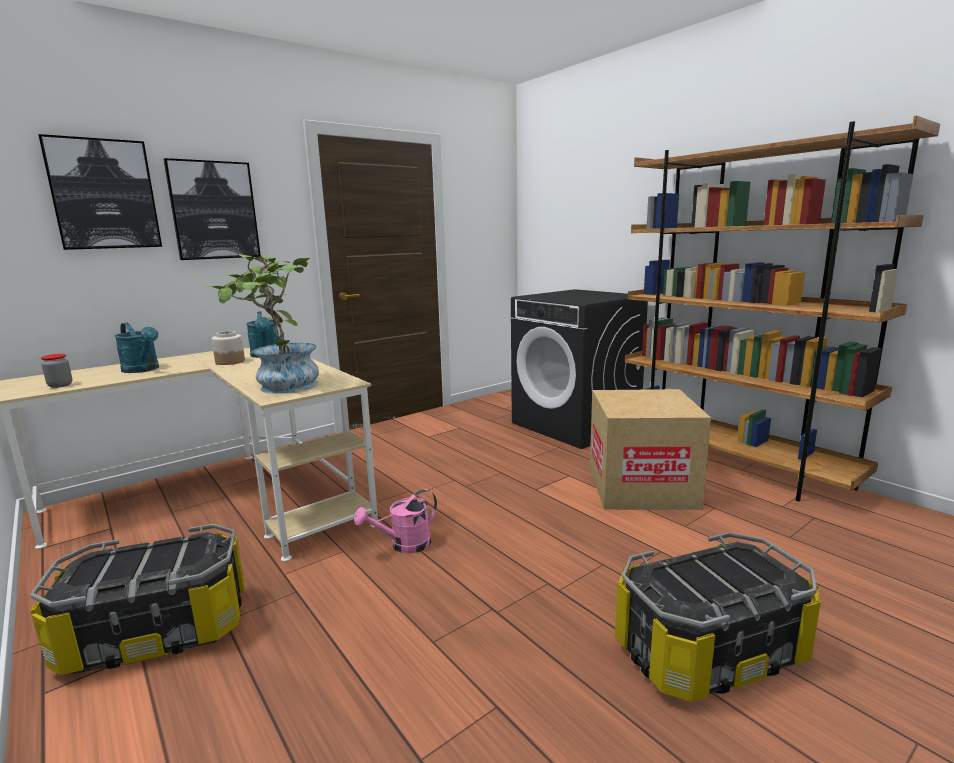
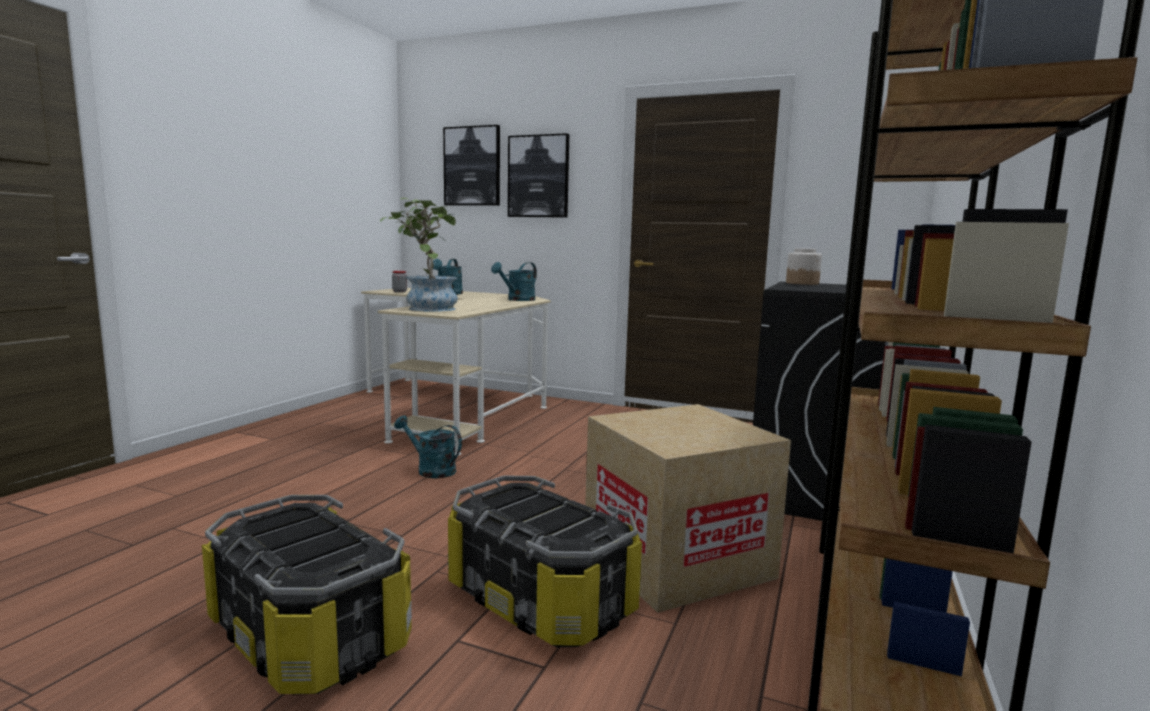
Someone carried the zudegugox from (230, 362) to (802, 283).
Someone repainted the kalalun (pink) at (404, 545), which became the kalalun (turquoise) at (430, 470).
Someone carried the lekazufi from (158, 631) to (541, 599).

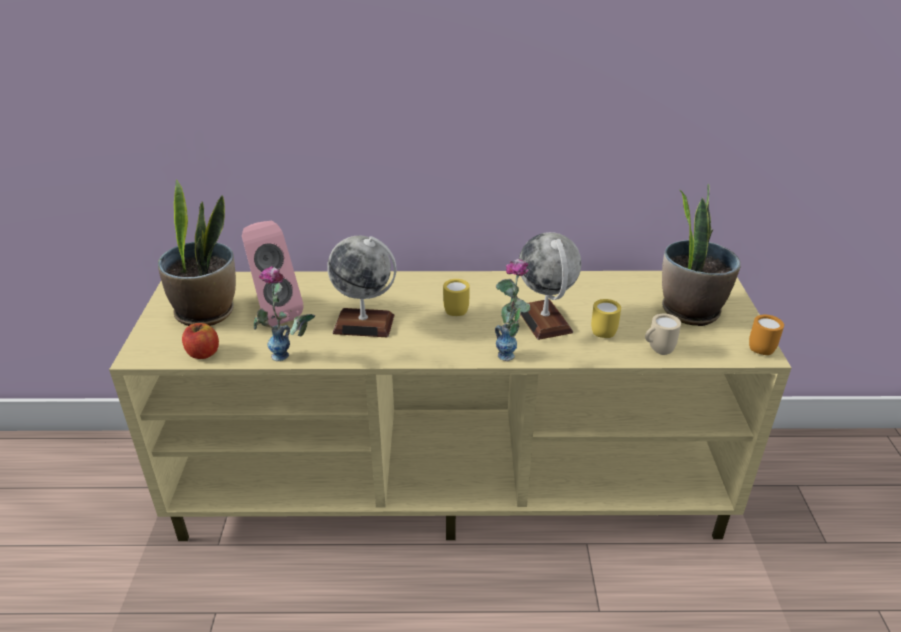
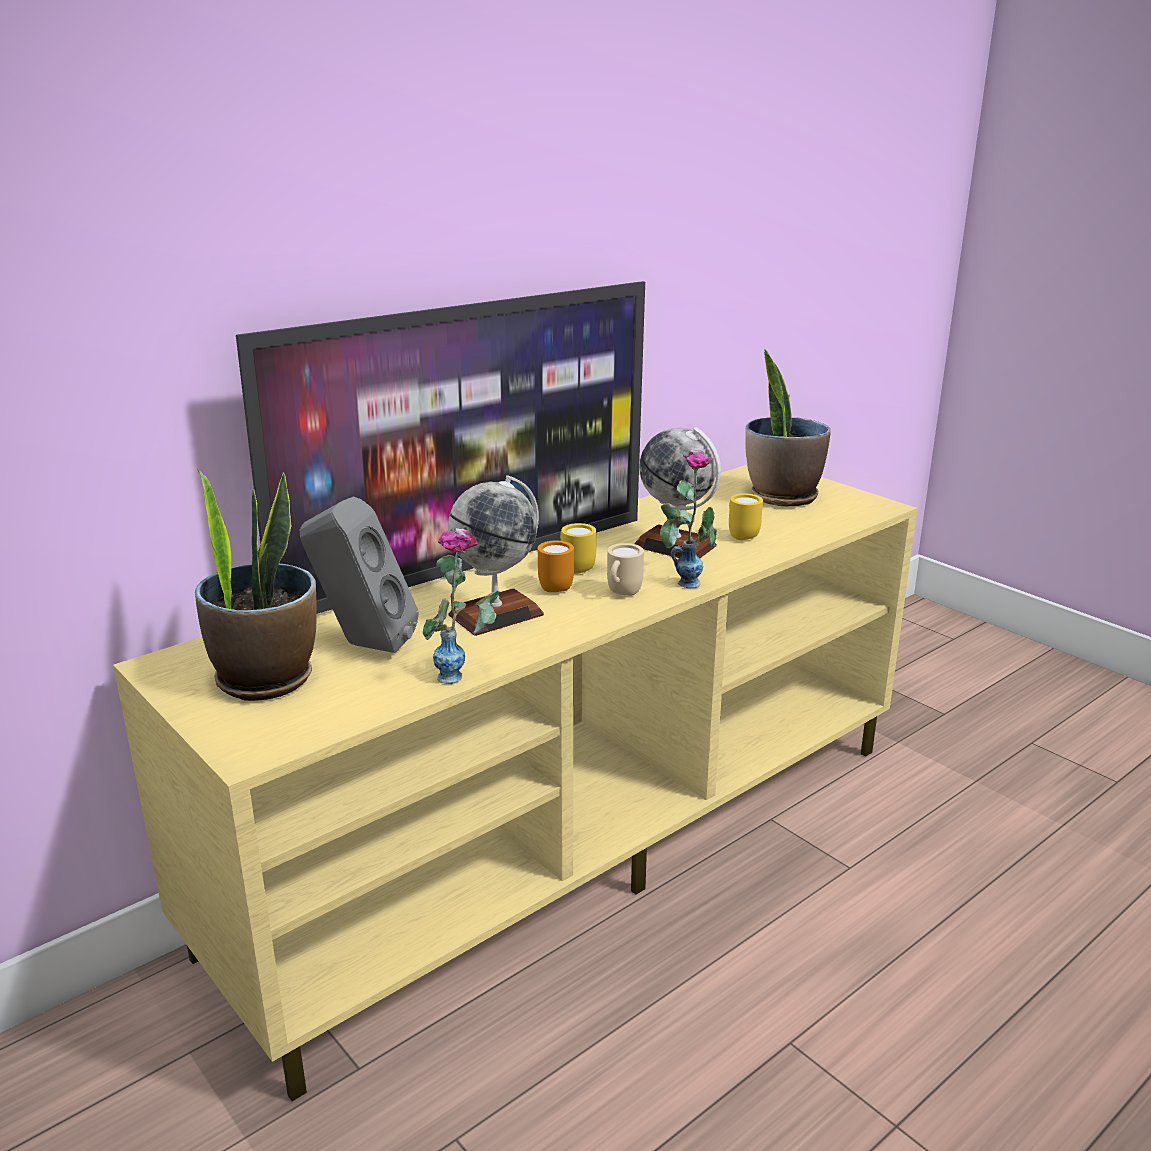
Someone repainted the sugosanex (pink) at (273, 312), which became the sugosanex (grey) at (362, 645).
Someone carried the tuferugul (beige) from (657, 350) to (622, 594).
Someone carried the tuferugul (orange) from (761, 348) to (554, 587).
Someone took away the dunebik at (203, 353).
Someone put down the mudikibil at (470, 566).

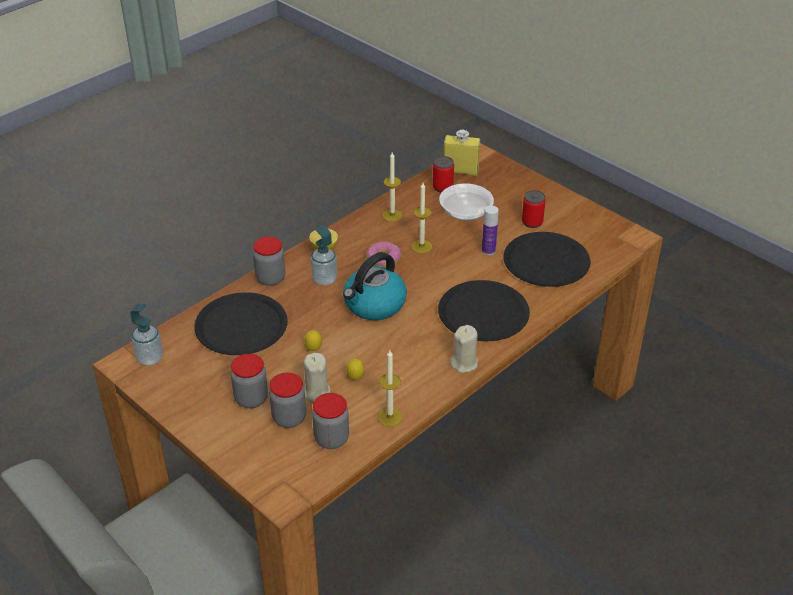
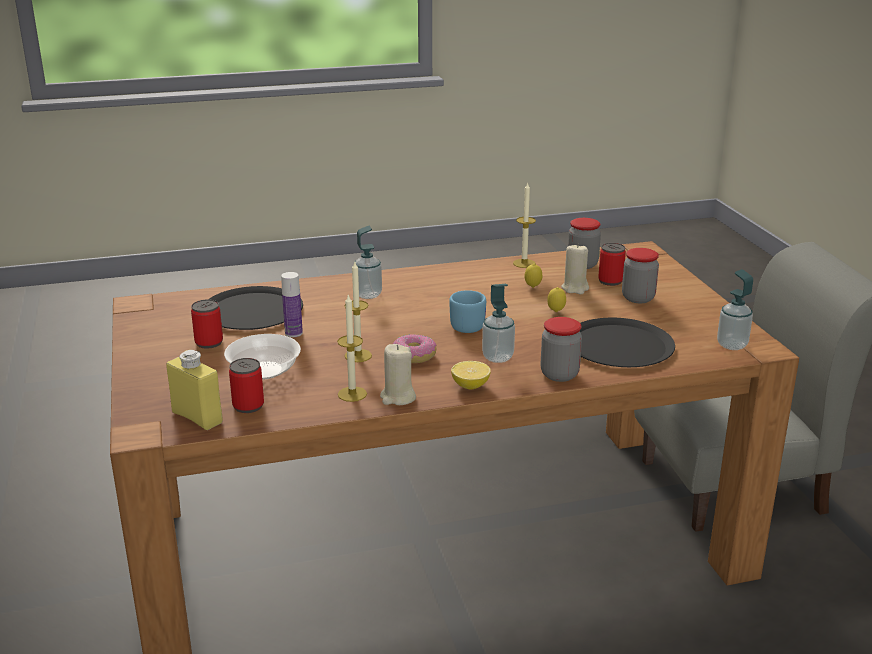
Someone swapped the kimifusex at (374, 305) for the tuferugul (blue) at (465, 325).
Someone swapped the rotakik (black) at (483, 312) for the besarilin at (368, 295).
Someone carried the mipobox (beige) from (464, 363) to (398, 397).
Someone swapped the zudegugox at (289, 418) for the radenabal at (610, 281).

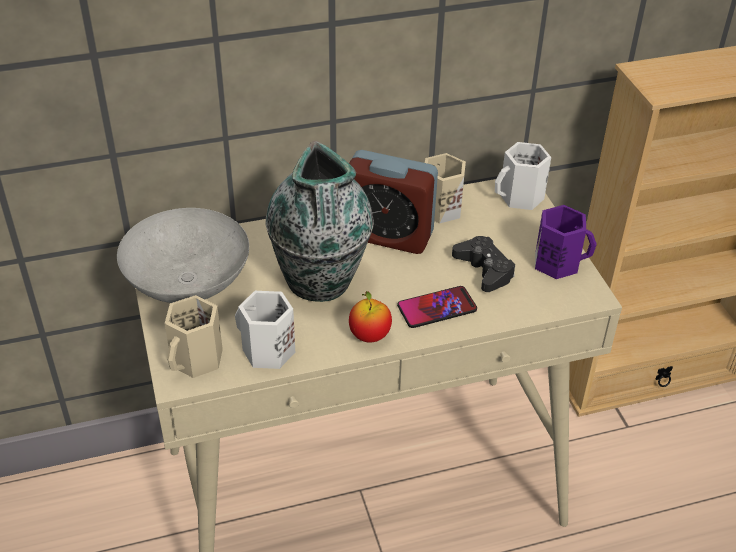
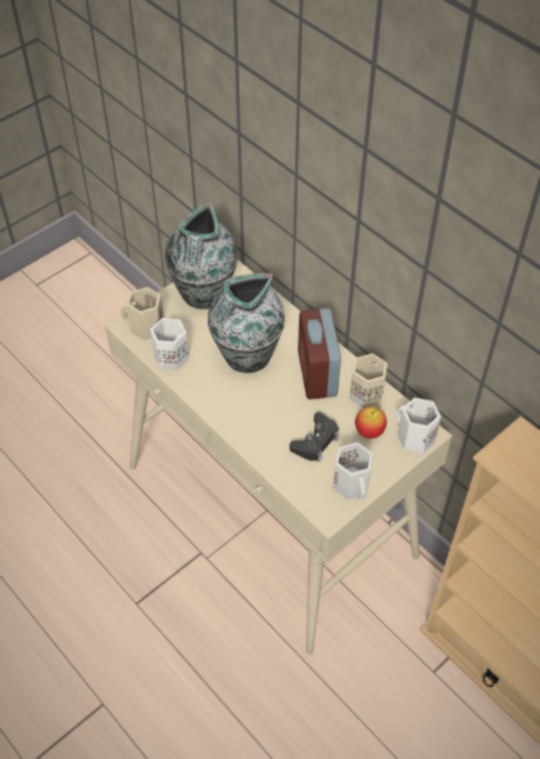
Someone repainted the tuferugul (purple) at (558, 262), which became the tuferugul (white) at (353, 484).
Someone swapped the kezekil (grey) at (187, 286) for the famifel at (203, 295).
Someone took away the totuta at (437, 308).
Someone carried the dunebik from (369, 336) to (369, 431).

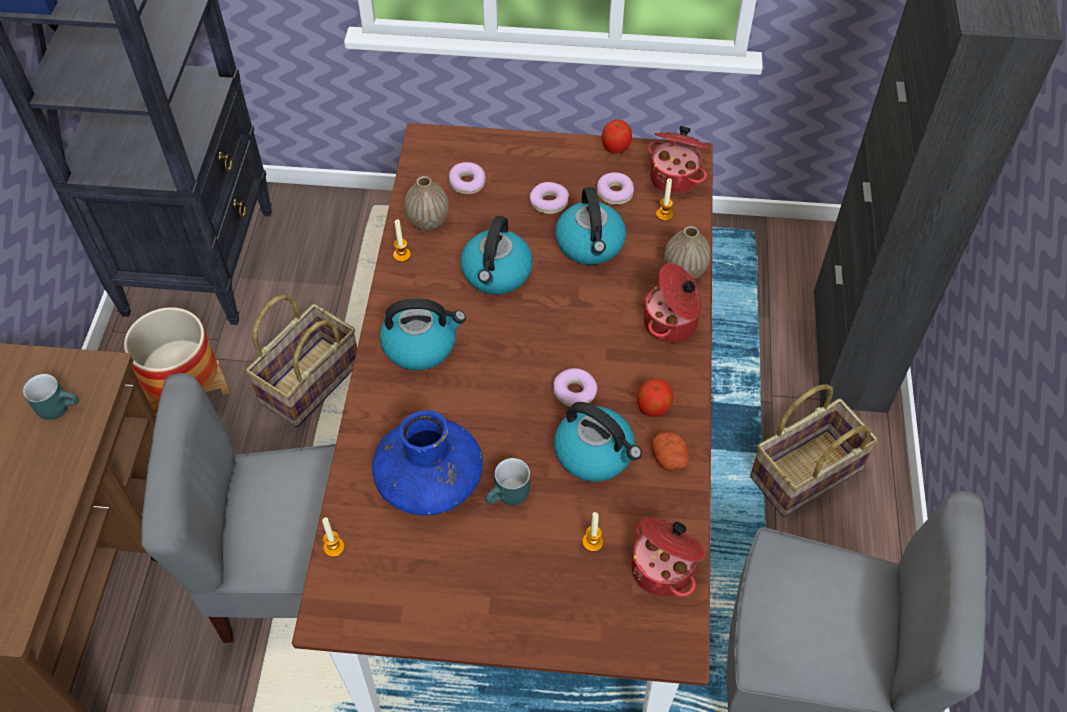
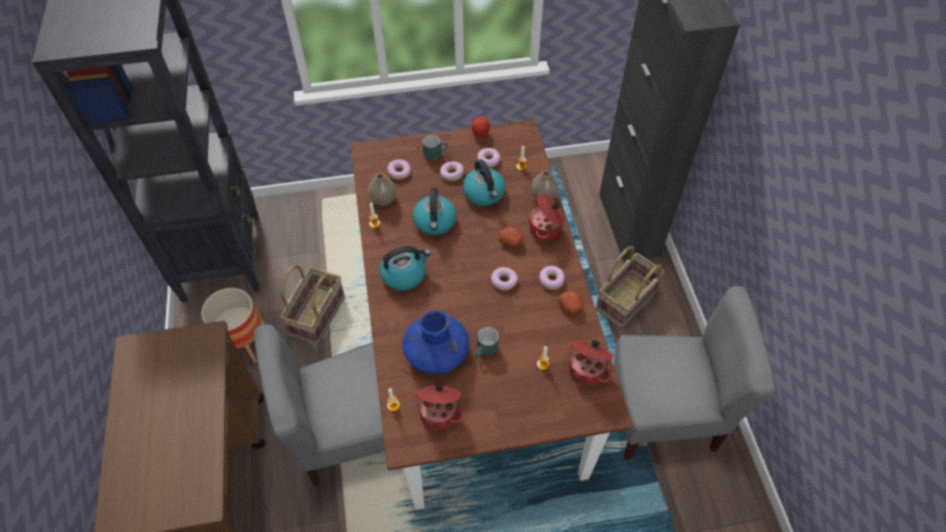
Someone carried the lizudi from (675, 177) to (439, 412).
Someone carried the tuferugul (turquoise) from (59, 406) to (434, 153).
Someone swapped the dunebik at (653, 408) for the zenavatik at (551, 280).
Someone took away the kimifusex at (595, 453).
Someone put down the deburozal at (511, 241).

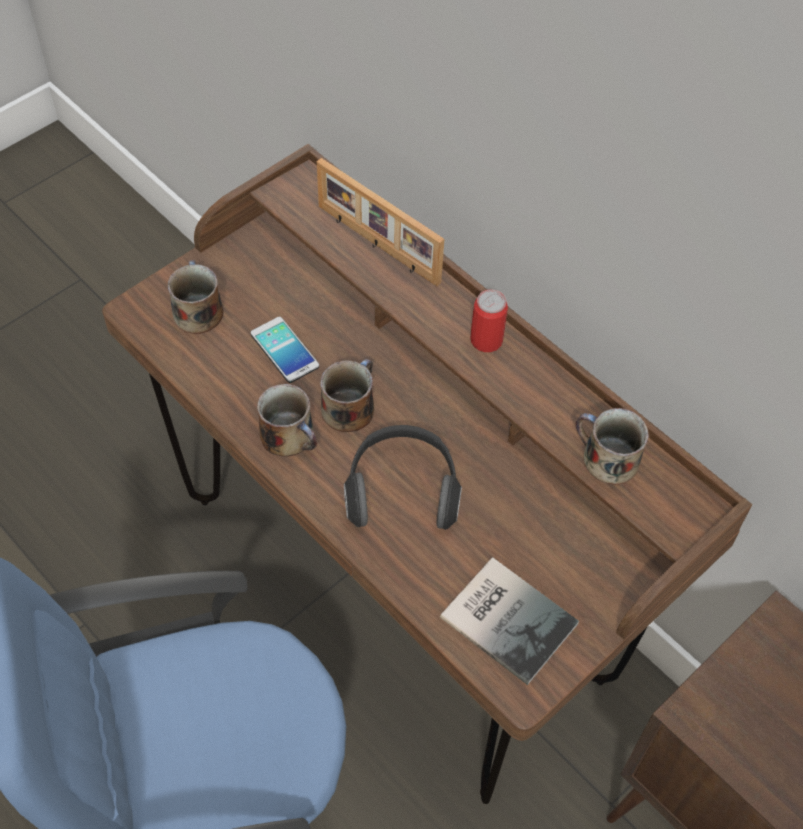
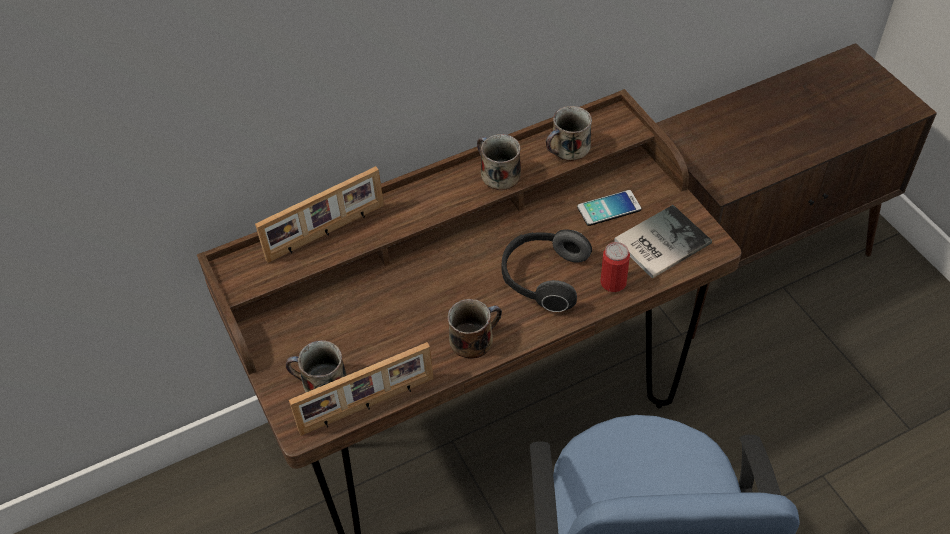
Someone carried the radenabal from (486, 340) to (613, 282).
Someone carried the totuta from (284, 350) to (609, 208).
Someone carried the tuferugul from (349, 407) to (498, 174).
Someone put down the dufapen at (367, 406).

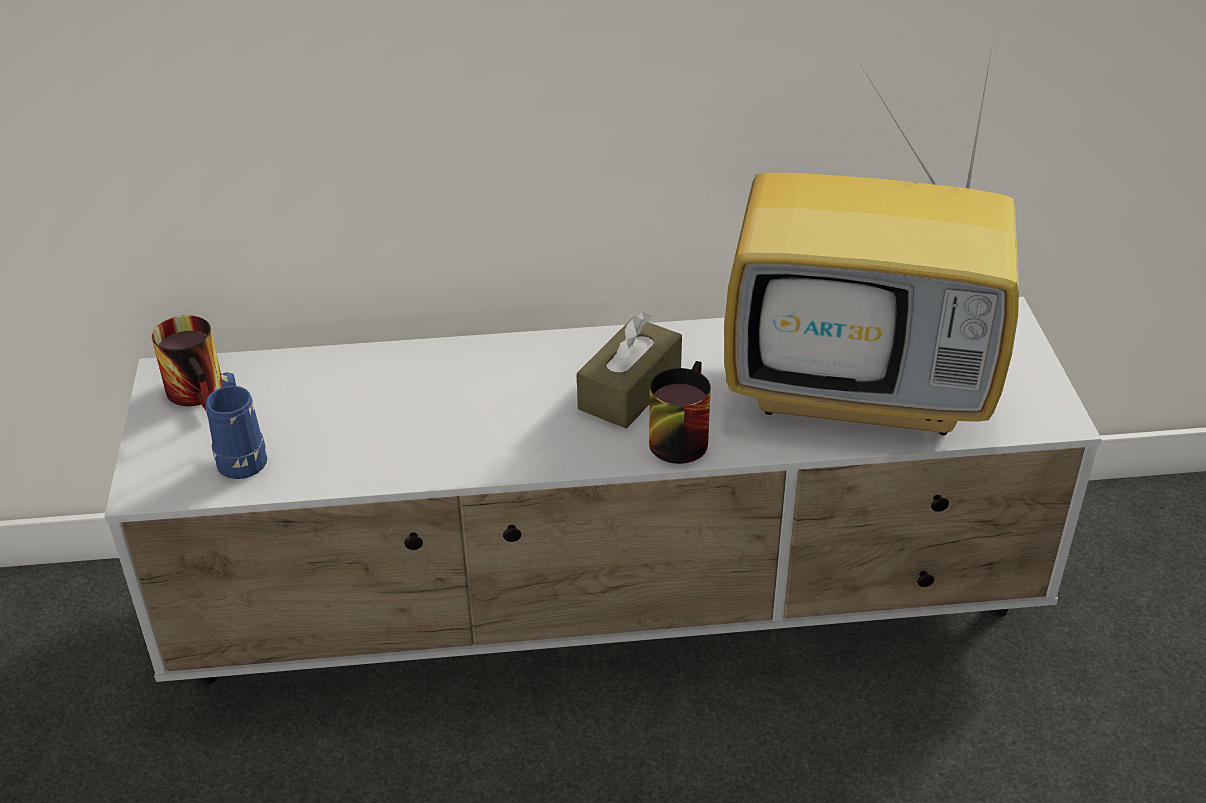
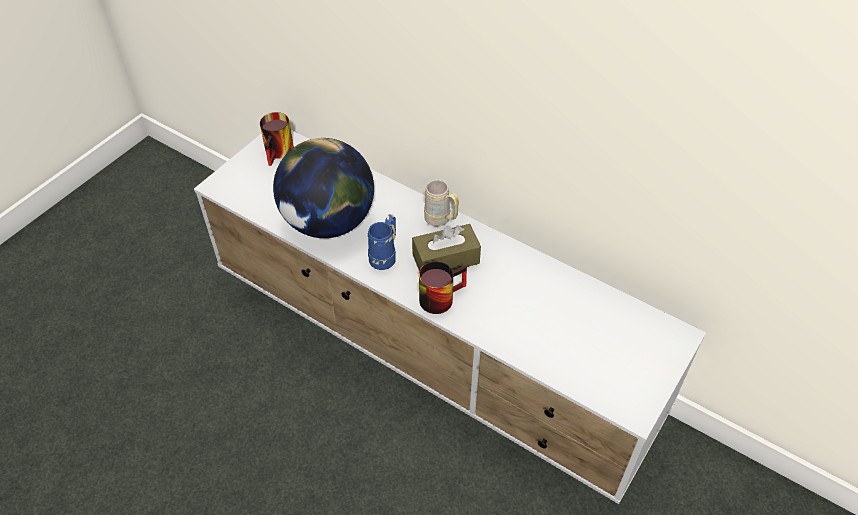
Someone took away the mudikibil at (864, 388).
Someone carried the tuferugul (blue) from (242, 456) to (385, 256).
Someone put down the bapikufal at (329, 222).
Someone put down the tuferugul (beige) at (441, 220).

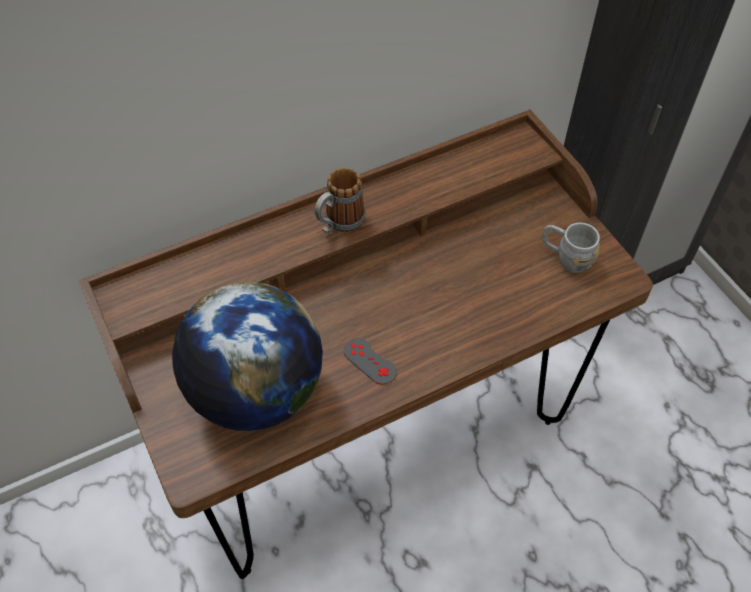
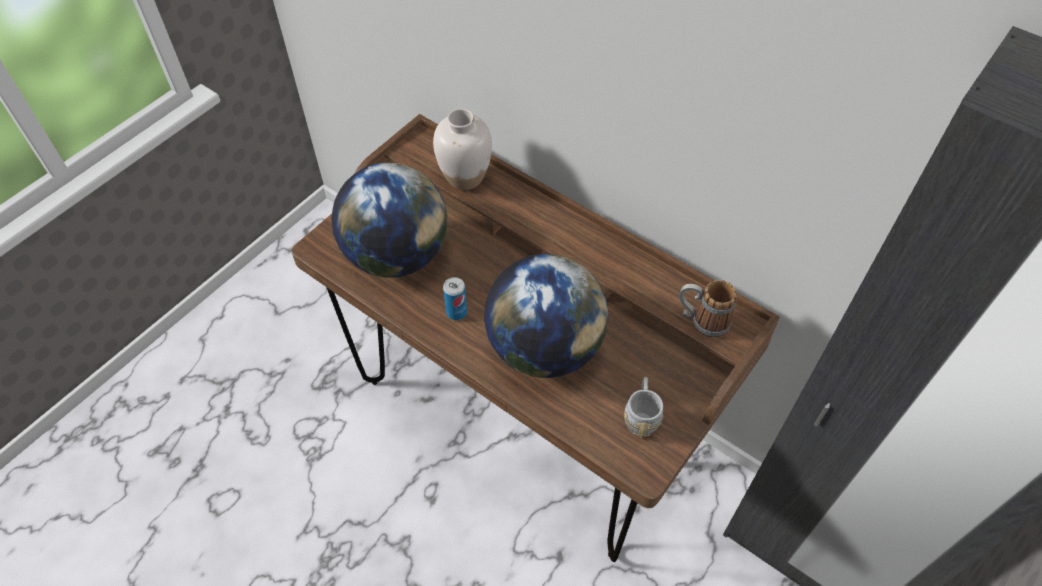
Someone carried the tuferugul from (339, 223) to (702, 320).
Someone swapped the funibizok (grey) at (370, 361) for the radenabal at (456, 312).
Someone put down the famifel (white) at (465, 177).
Someone put down the bapikufal at (544, 348).

